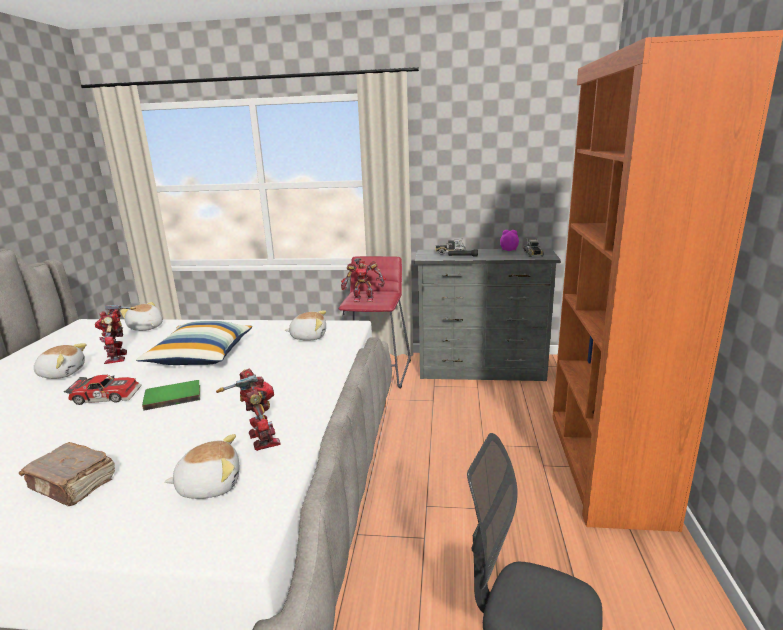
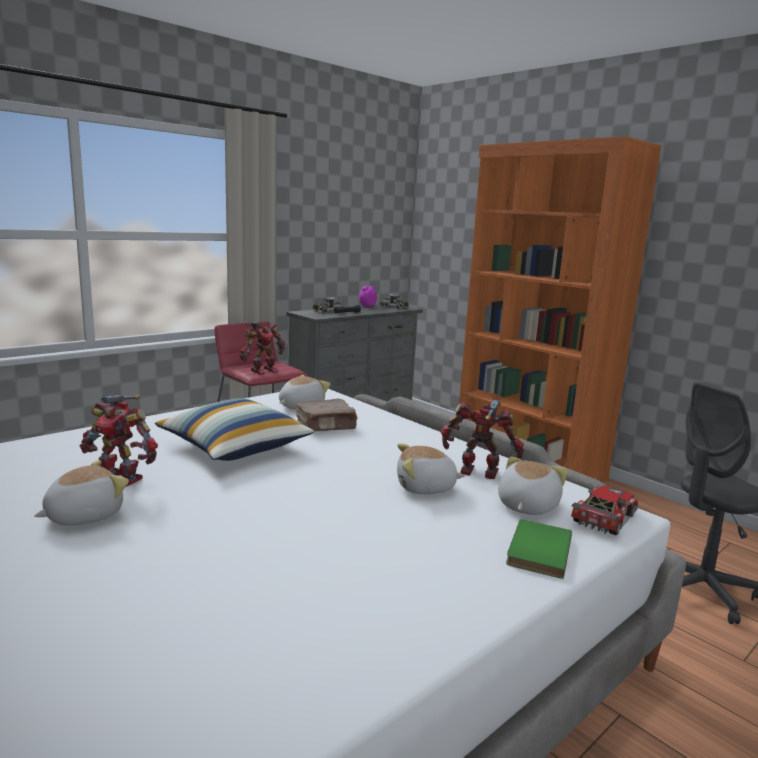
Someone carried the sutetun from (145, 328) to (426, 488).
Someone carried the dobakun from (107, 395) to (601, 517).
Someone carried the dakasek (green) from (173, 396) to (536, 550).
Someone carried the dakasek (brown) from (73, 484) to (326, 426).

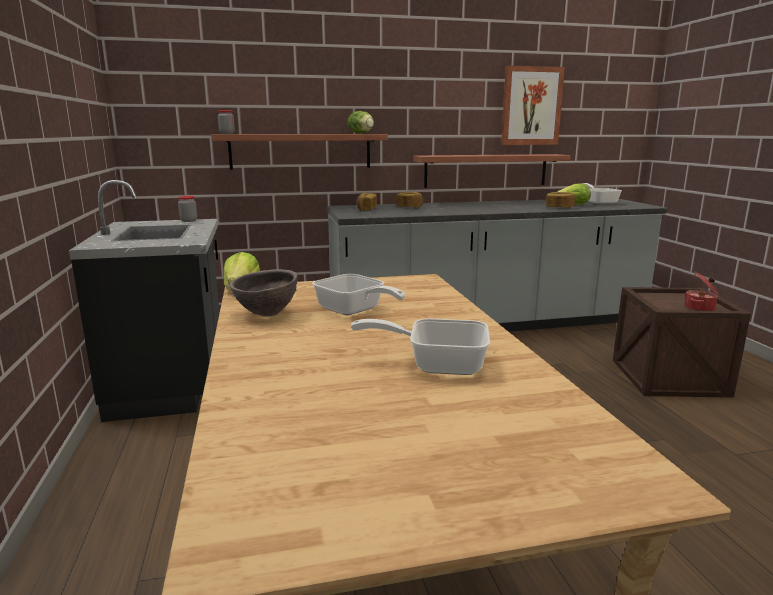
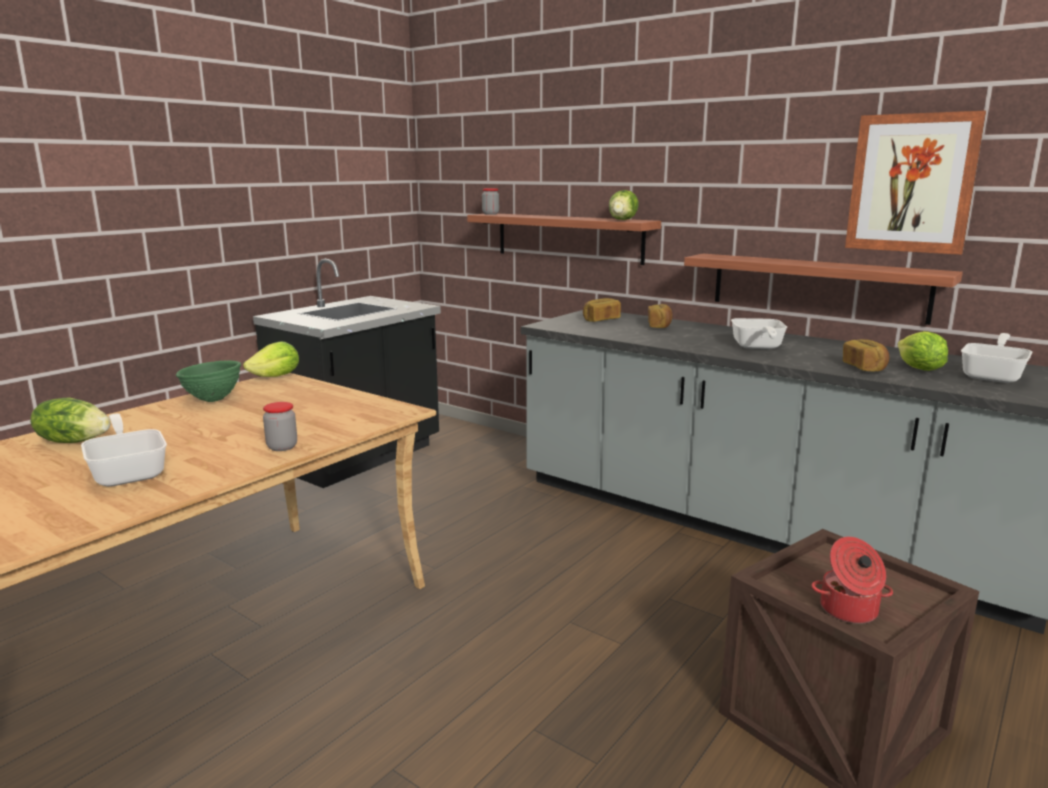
Someone carried the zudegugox from (188, 221) to (282, 447).
Someone repainted the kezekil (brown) at (266, 315), which became the kezekil (green) at (212, 400).
Someone carried the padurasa from (354, 311) to (757, 347).
Someone put down the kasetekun at (74, 441).

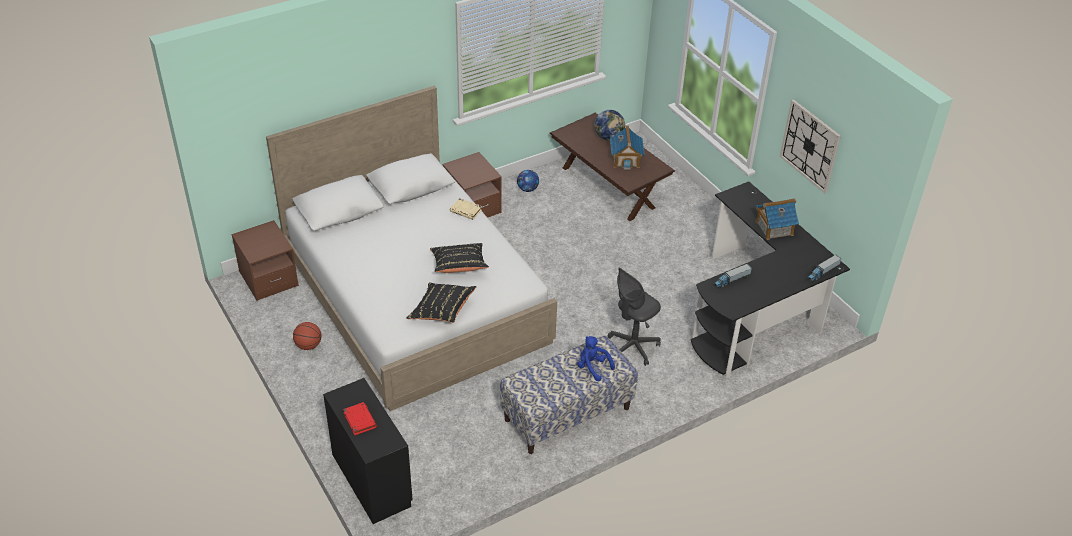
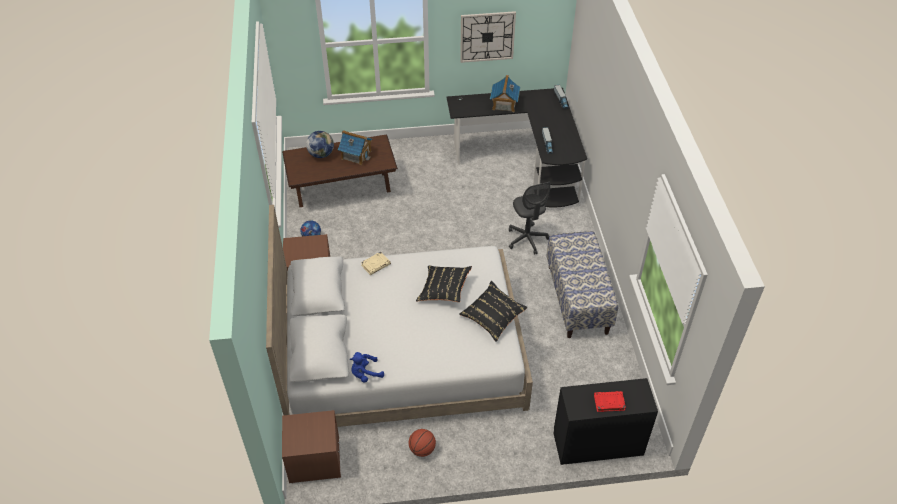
Someone carried the sutetun (blue) from (592, 367) to (365, 374).

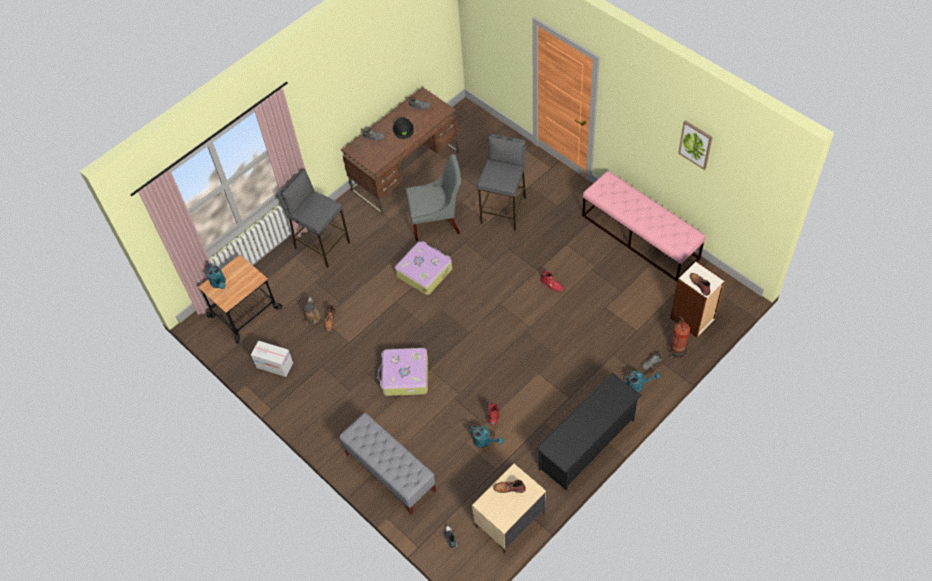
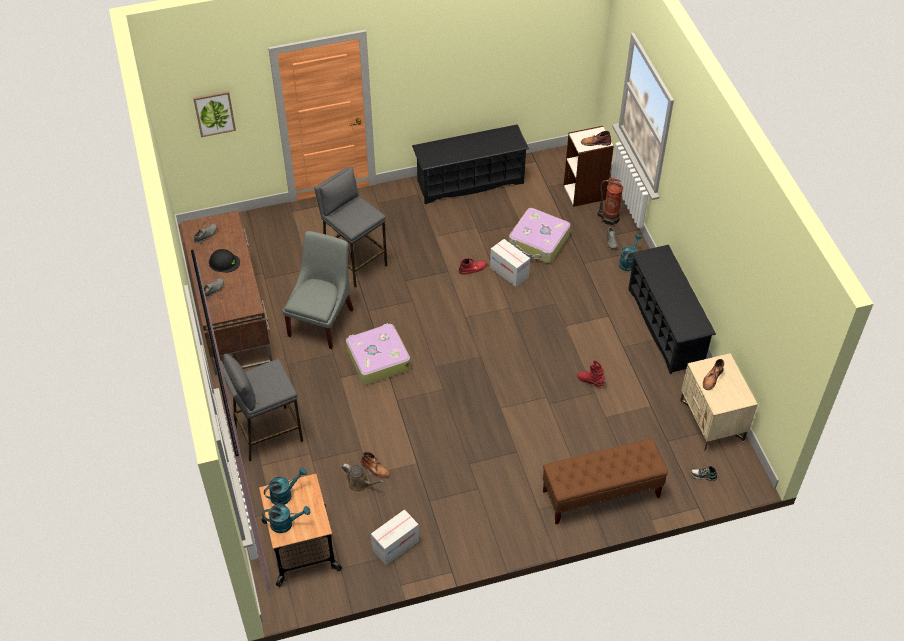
Someone carried the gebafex from (695, 144) to (214, 113).
Someone swapped the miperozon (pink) at (640, 237) for the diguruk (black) at (470, 182).
Someone carried the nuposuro from (404, 376) to (539, 242).
Someone repainted the miperozon (grey) at (390, 472), which became the miperozon (brown) at (600, 494).
Someone carried the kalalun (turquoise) from (484, 441) to (284, 494).
Someone put down the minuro at (509, 272).

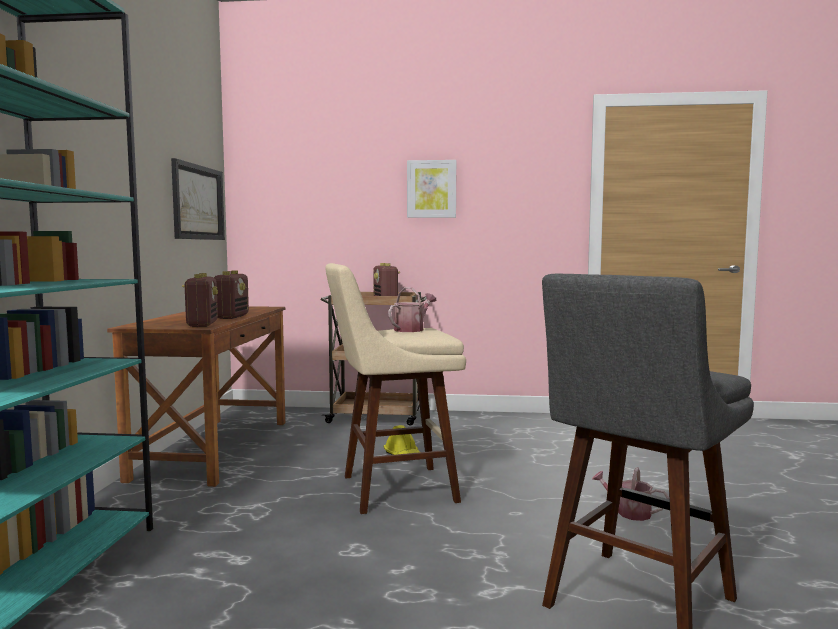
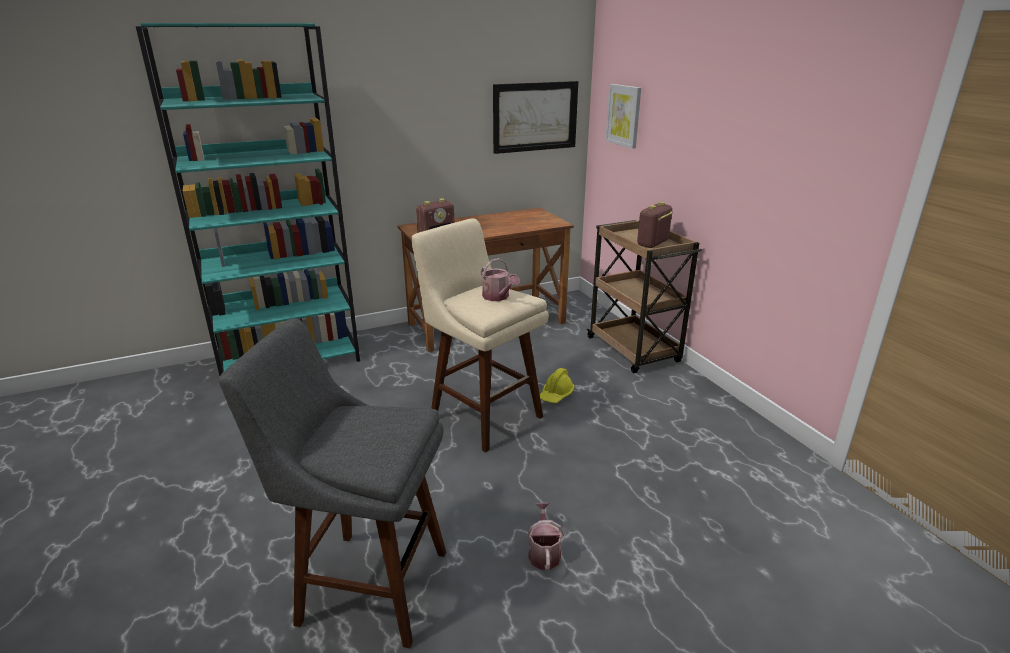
Someone carried the gebafex from (431, 189) to (624, 115).
Someone took away the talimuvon at (231, 317).
Someone rotated the kalalun at (412, 329) by 45 degrees clockwise.

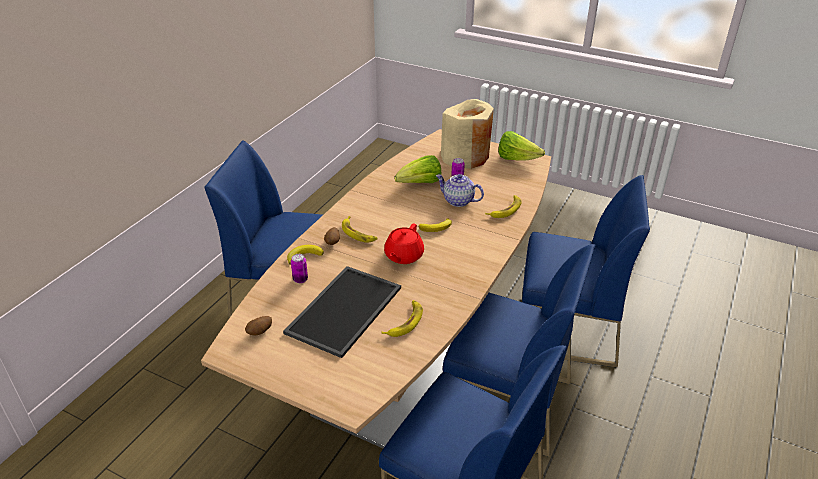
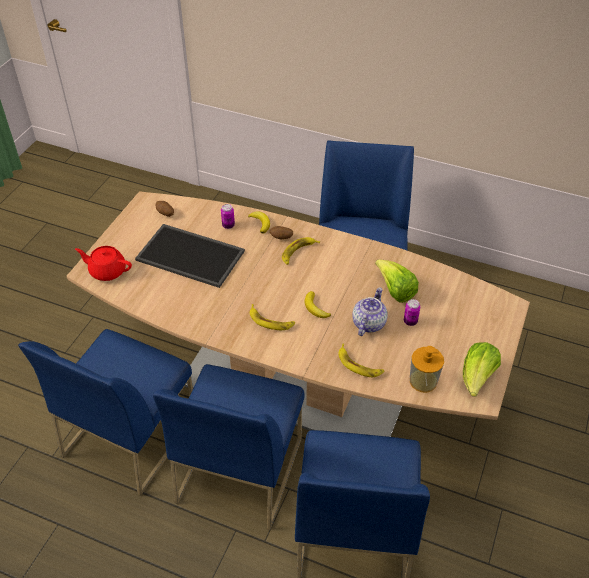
Someone took away the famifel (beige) at (465, 156).
Someone carried the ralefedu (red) from (403, 256) to (107, 271).
Someone carried the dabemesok from (405, 322) to (271, 321).
Someone put down the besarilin at (423, 381).

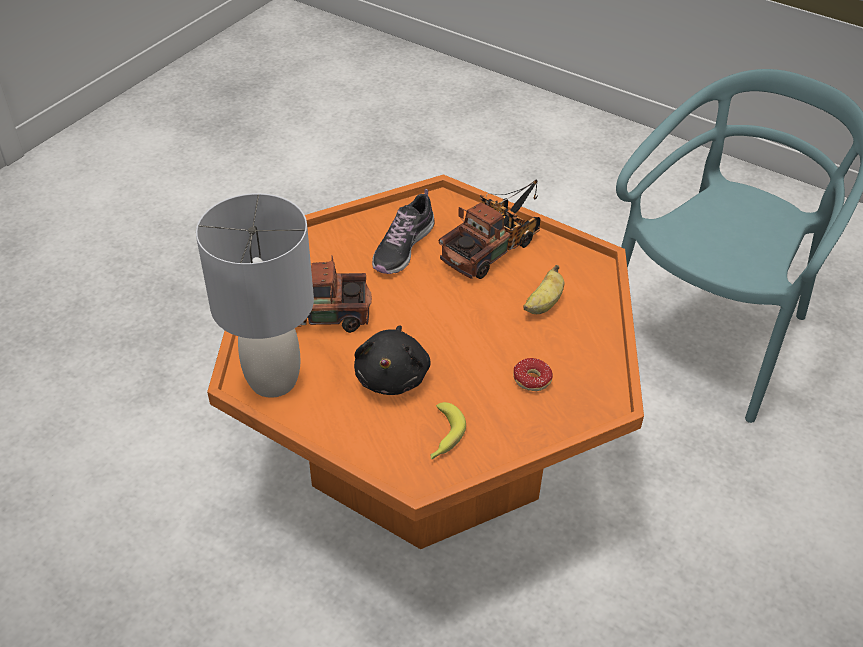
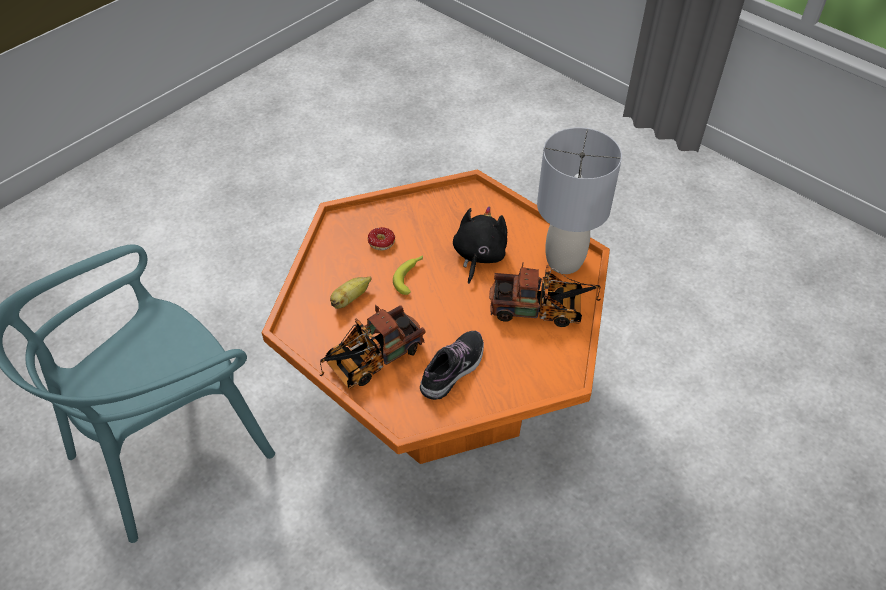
Someone carried the dabemesok from (442, 437) to (410, 276).

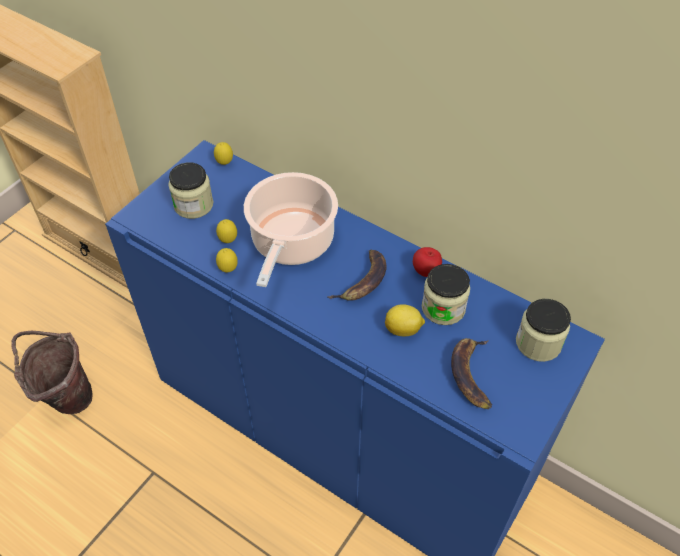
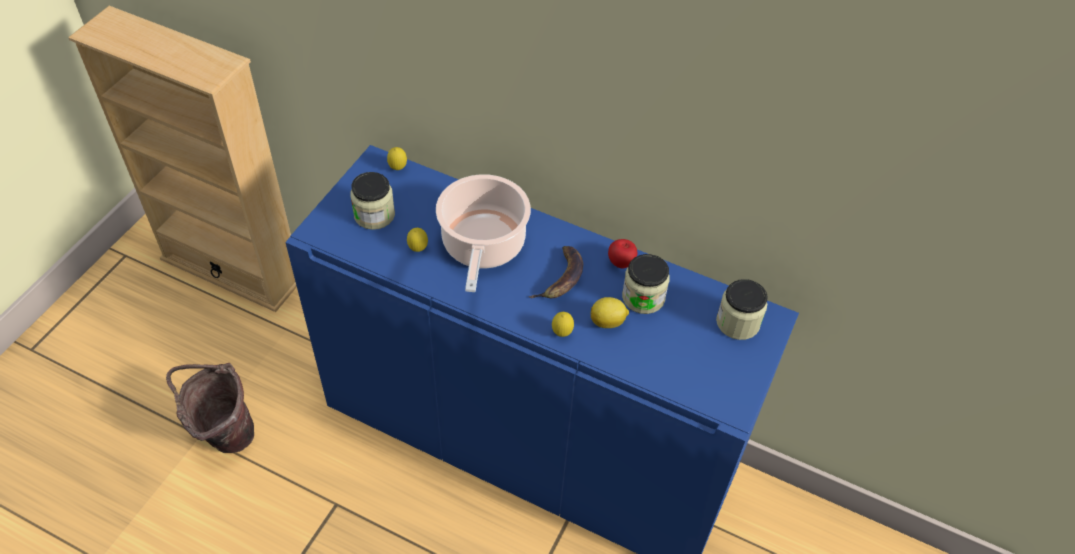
Someone carried the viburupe from (228, 270) to (562, 333).
Someone took away the dabemesok at (471, 374).

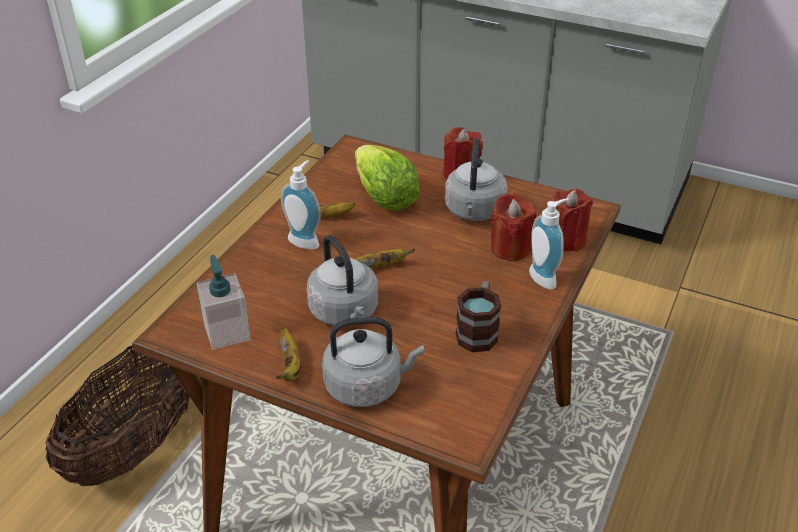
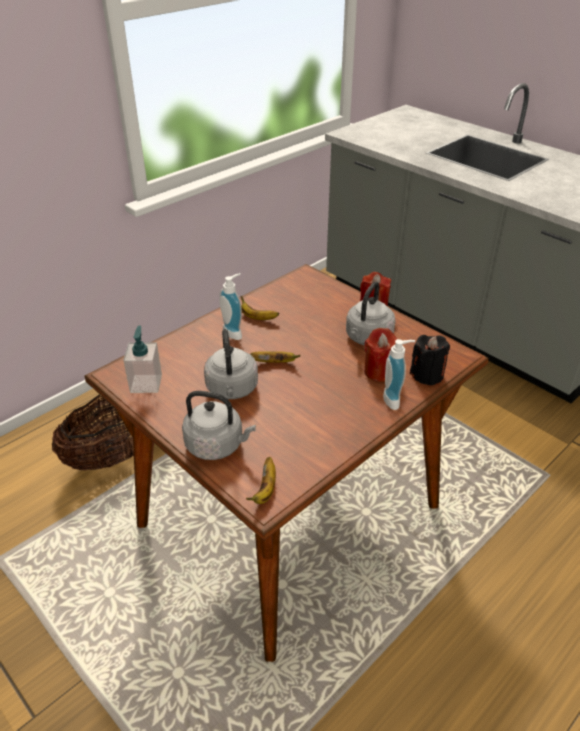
Someone took away the kasetekun at (384, 198).
Someone repainted the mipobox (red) at (566, 240), which became the mipobox (black) at (427, 375).
Someone took away the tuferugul at (478, 331).
Someone carried the dabemesok from (290, 366) to (265, 490).

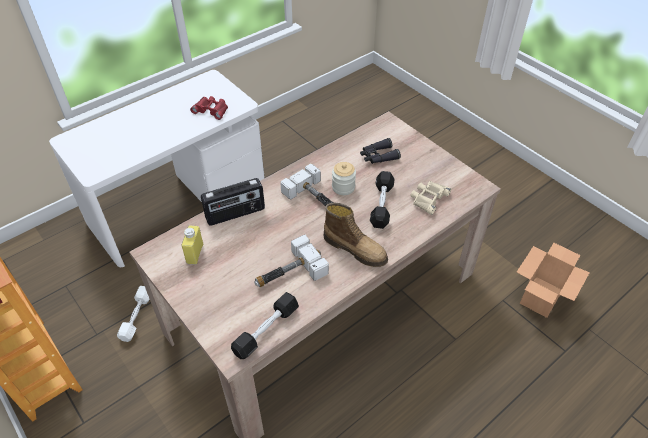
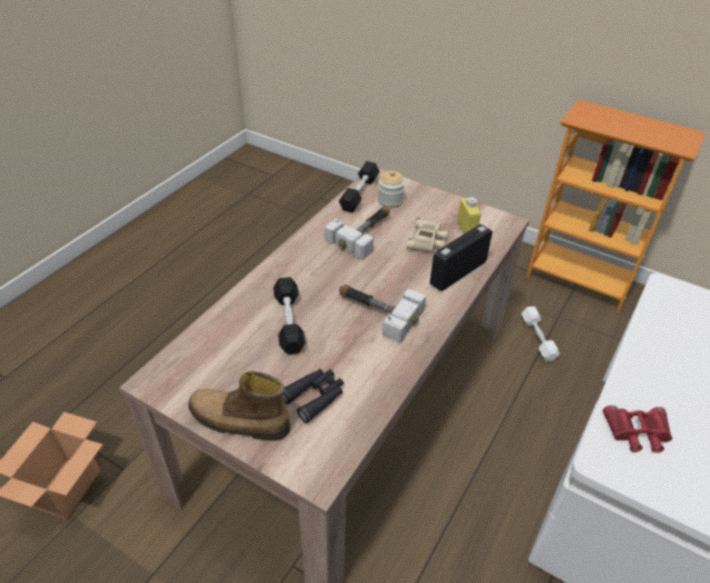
Someone carried the zudegugox from (343, 187) to (390, 201).
Someone carried the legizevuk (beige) from (428, 198) to (427, 240).
Someone carried the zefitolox from (355, 249) to (238, 421).

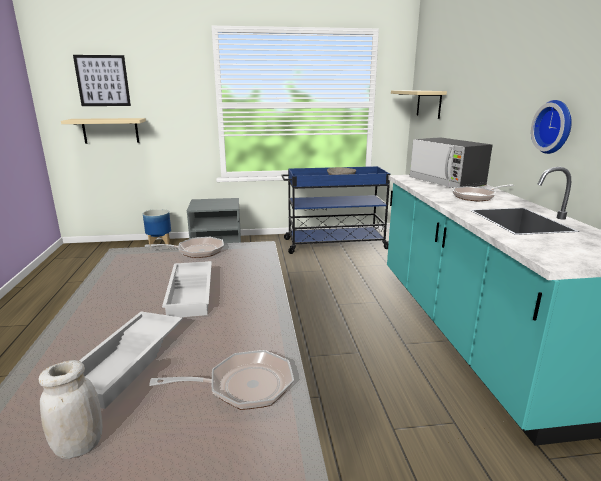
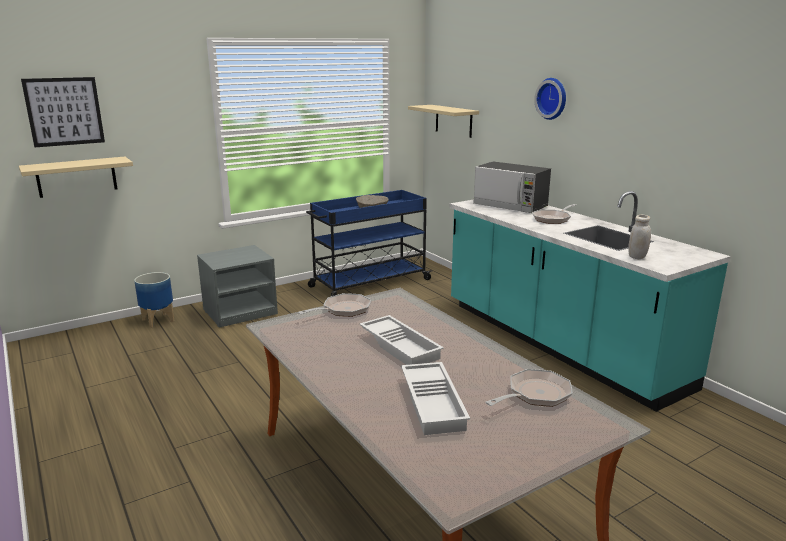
Someone carried the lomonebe from (555, 127) to (553, 98).
Someone carried the zudegugox (white) from (79, 446) to (637, 257).

